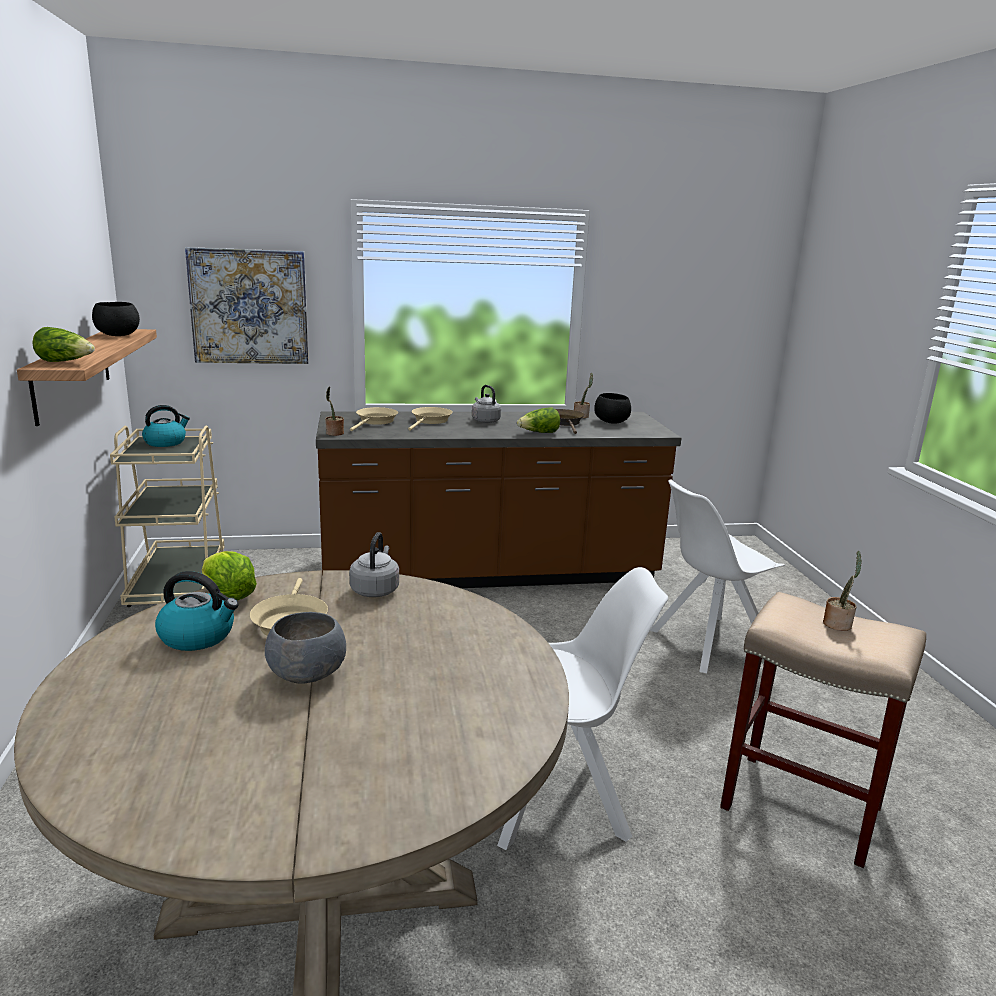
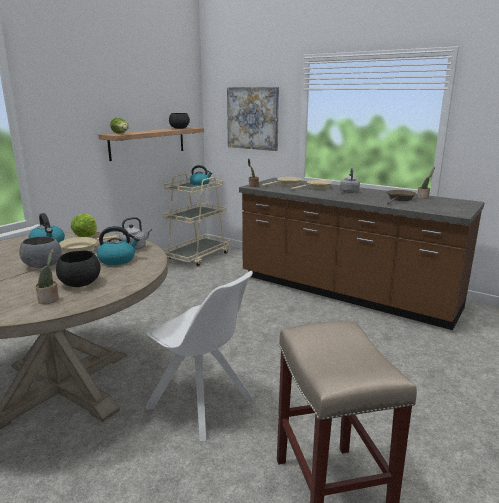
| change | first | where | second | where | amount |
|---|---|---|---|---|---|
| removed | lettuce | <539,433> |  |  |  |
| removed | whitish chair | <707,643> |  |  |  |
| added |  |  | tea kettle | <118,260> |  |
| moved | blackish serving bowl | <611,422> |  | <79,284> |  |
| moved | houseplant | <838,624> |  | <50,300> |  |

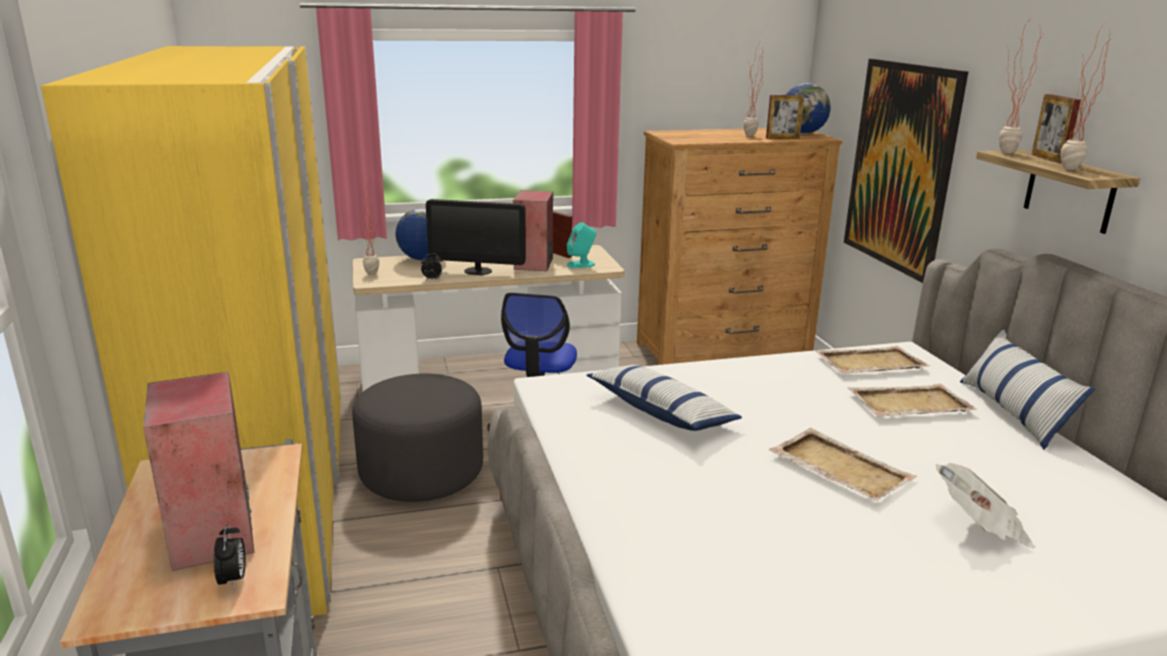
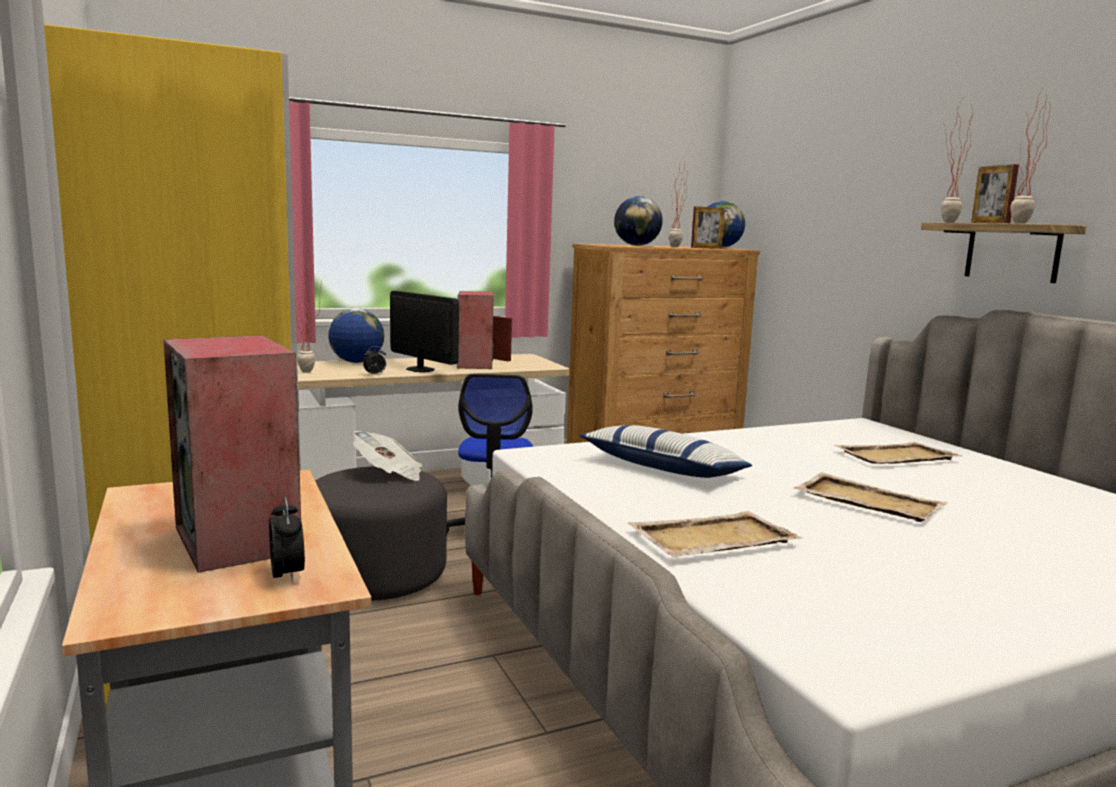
| change | first | where | second | where | amount |
|---|---|---|---|---|---|
| removed | turquoise speaker | <581,264> |  |  |  |
| removed | wall art | <900,167> |  |  |  |
| removed | cushion | <1013,412> |  |  |  |
| added |  |  | world globe | <636,245> |  |
| moved | beige carrying tray | <869,363> |  | <711,539> |  |
| moved | daily paper | <980,527> |  | <389,474> |  |
| turned | computer screen | <478,271> |  | <420,369> | 135 degrees counterclockwise |

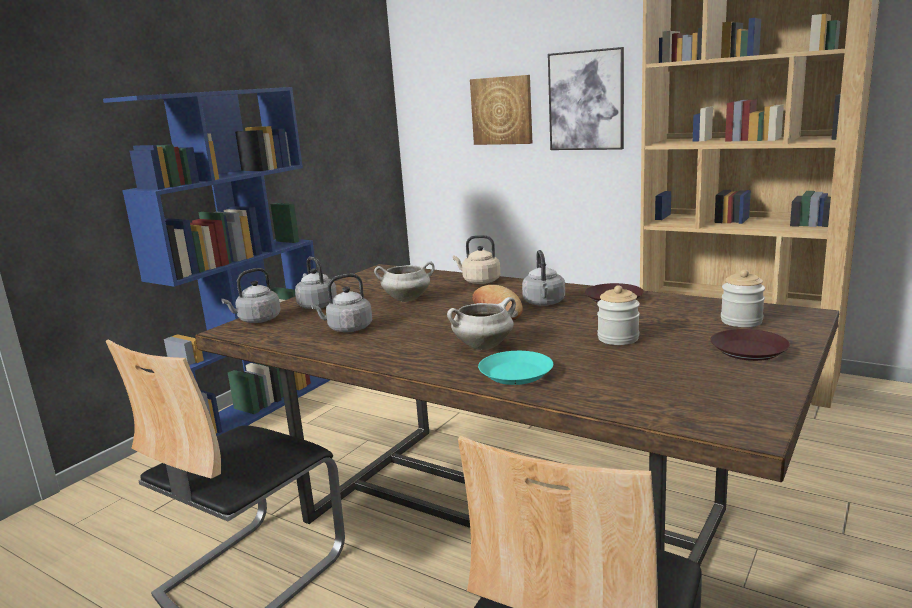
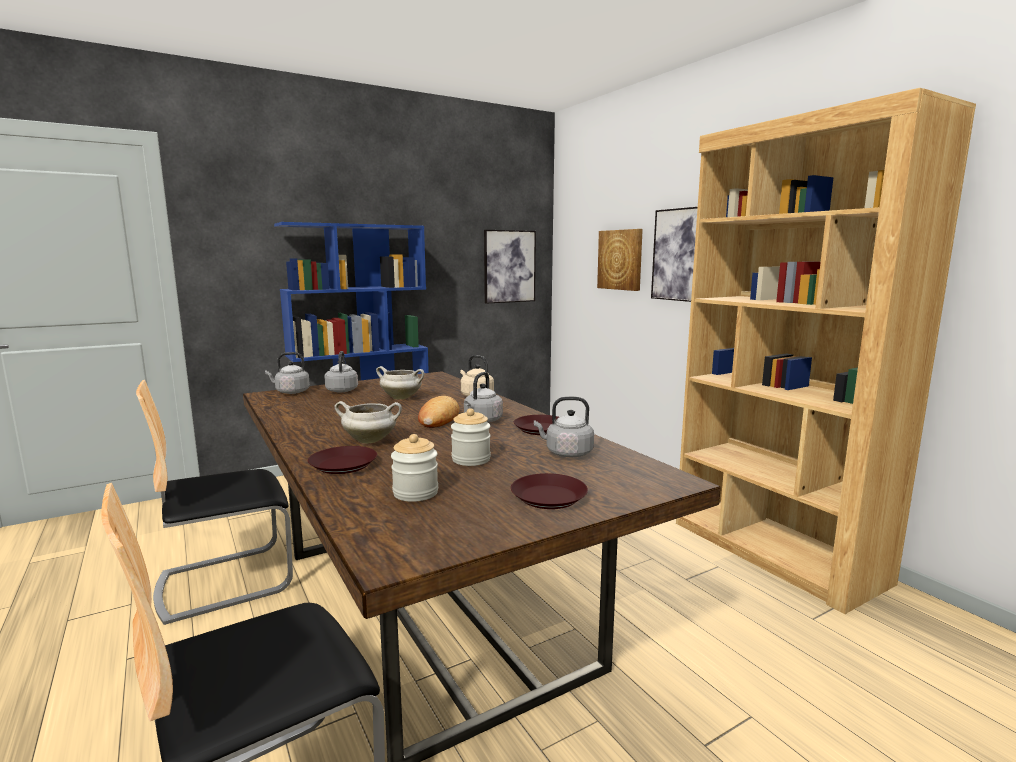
| change | first | where | second | where | amount |
|---|---|---|---|---|---|
| added |  |  | wall art | <509,266> |  |
| moved | grey tea kettle | <347,329> |  | <566,453> |  |
| moved | storage jar | <741,321> |  | <415,493> |  |
| recoloured | turquoise plate | <515,374> | brown-coloured plate | <342,465> |  |

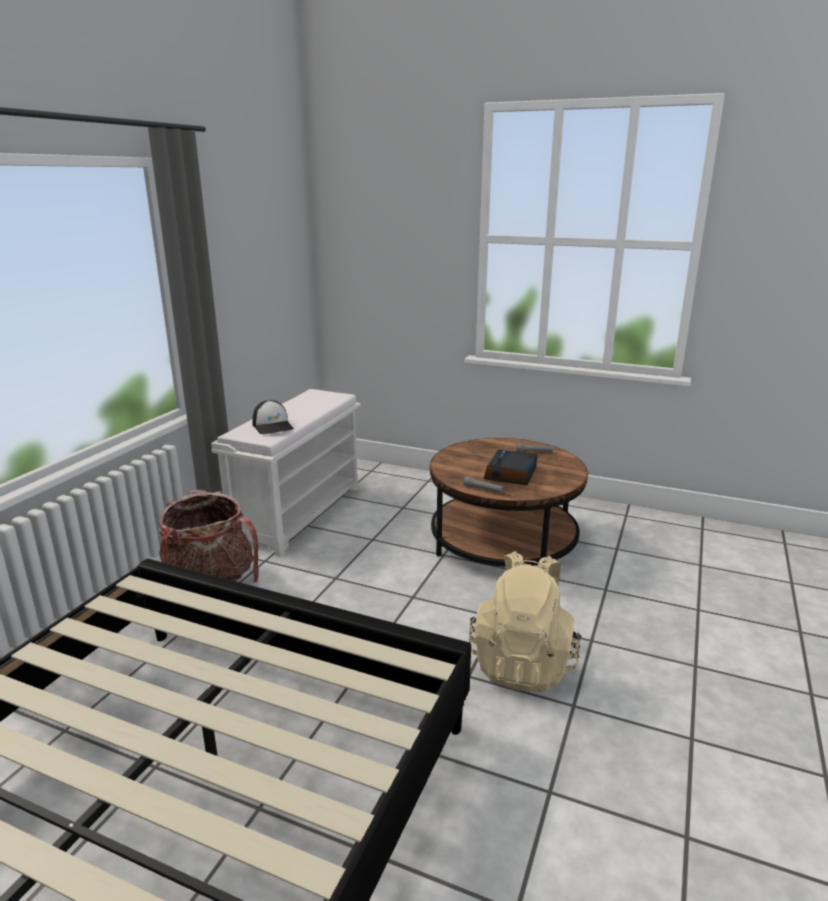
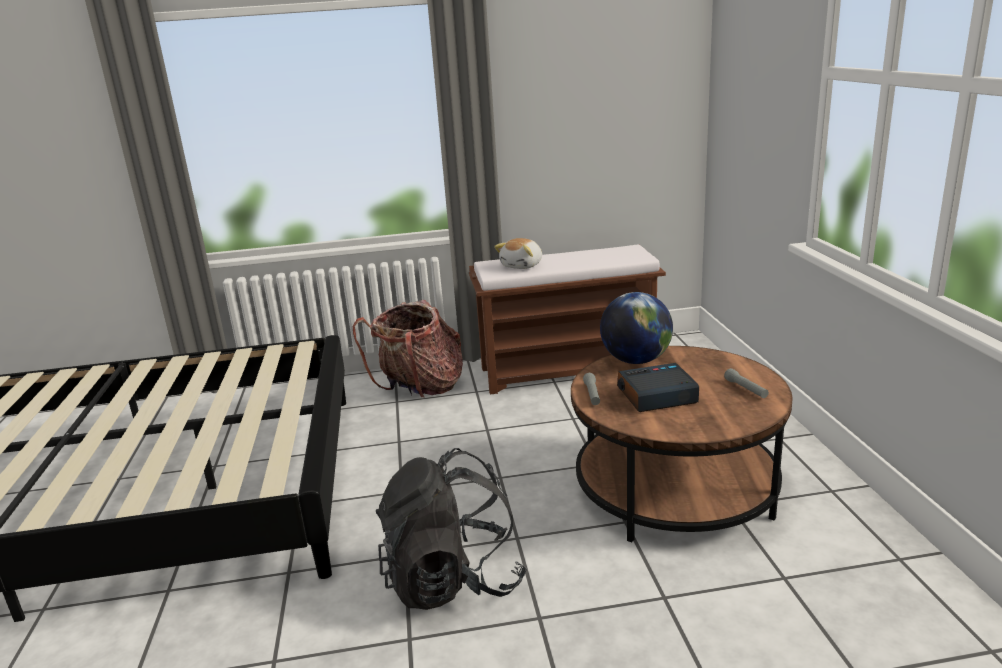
| change | first | where | second | where | amount |
|---|---|---|---|---|---|
| added |  |  | world globe | <636,360> |  |
| replaced | baseball cap | <273,426> | plush toy | <523,266> |  |
| recoloured | whitish long seat | <299,513> | brown-coloured long seat | <568,370> |  |
| recoloured | beige backpack | <523,663> | blackish backpack | <453,581> |  |

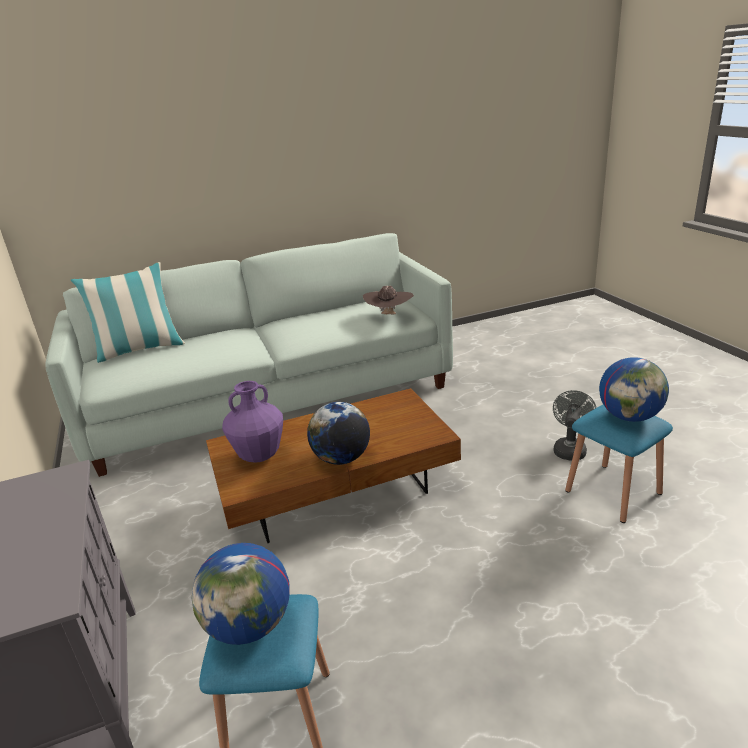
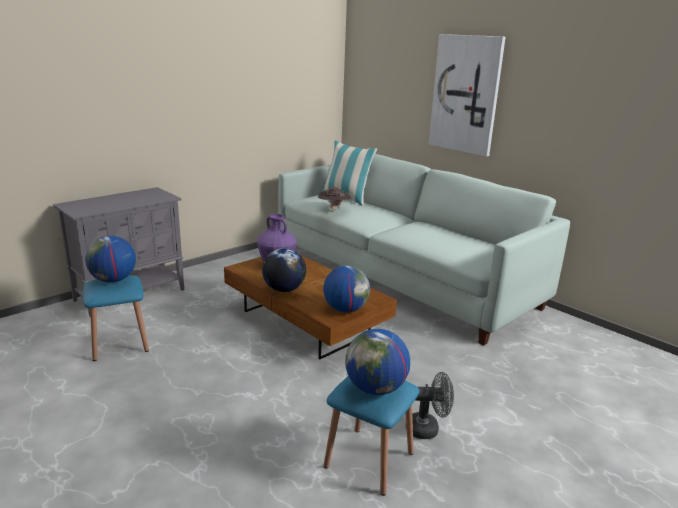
| change | first | where | second | where | amount |
|---|---|---|---|---|---|
| added |  |  | world globe | <345,309> |  |
| added |  |  | wall art | <465,94> |  |
| moved | brown-coloured wearable hat | <389,315> |  | <334,209> |  |

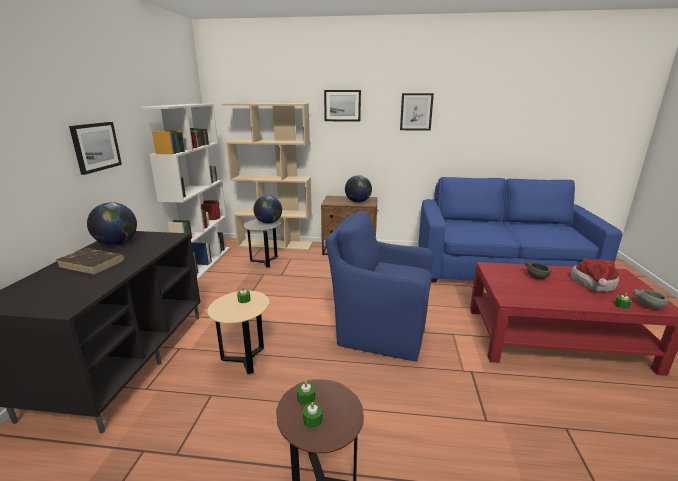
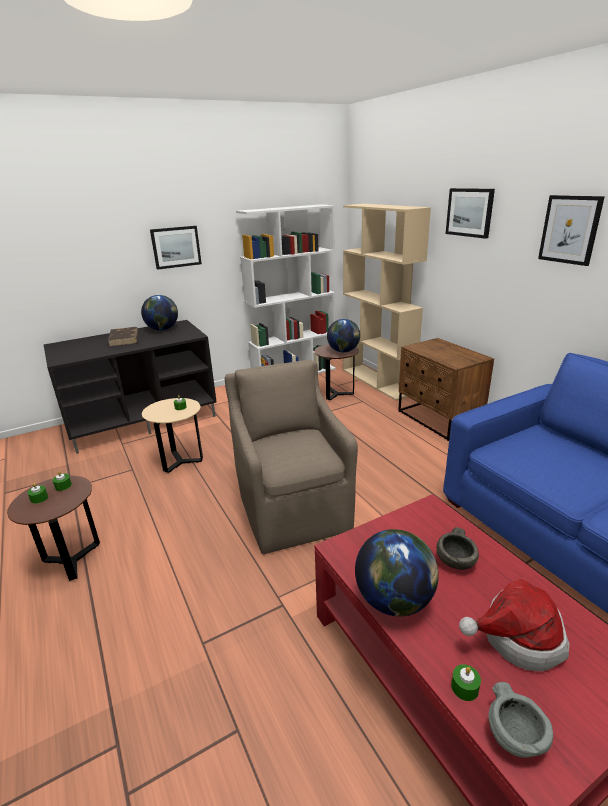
| change | first | where | second | where | amount |
|---|---|---|---|---|---|
| moved | world globe | <358,202> |  | <394,600> |  |
| recoloured | grey accent table | <265,262> | brown-coloured accent table | <336,394> |  |
| recoloured | bluish armchair | <379,331> | brown-coloured armchair | <293,509> |  |

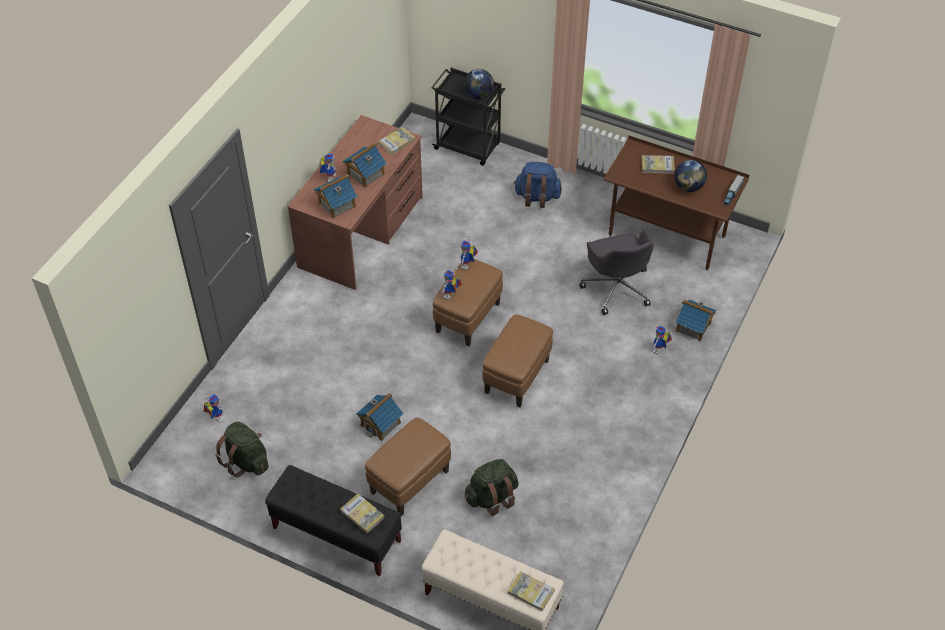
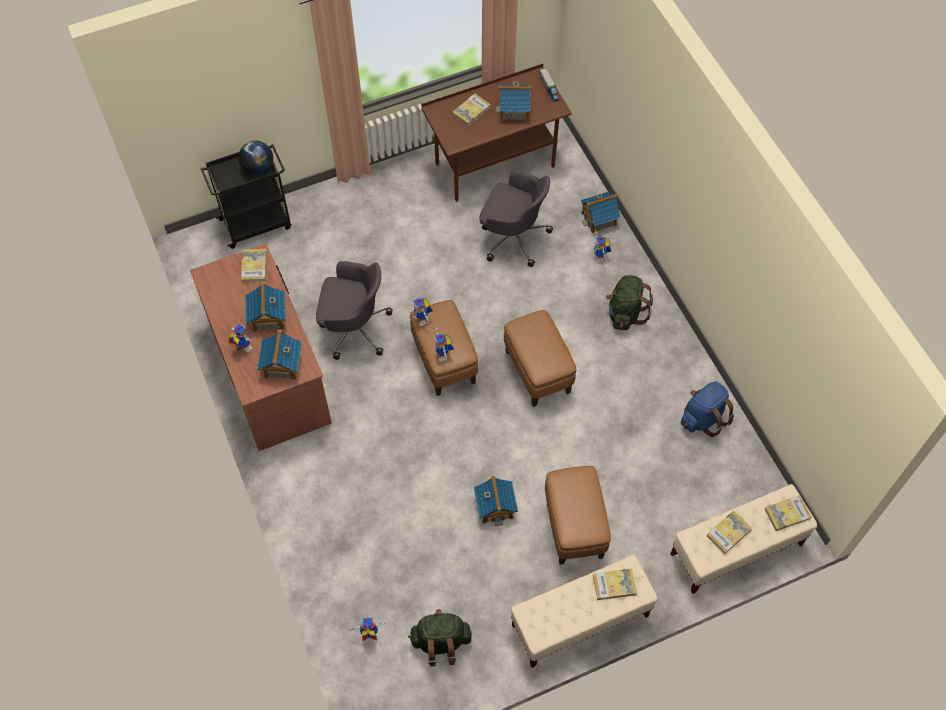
| change | first | where | second | where | amount |
|---|---|---|---|---|---|
| added |  |  | grey office chair | <354,328> |  |
| added |  |  | book | <728,533> |  |
| moved | green backpack | <492,497> |  | <625,313> |  |
| moved | bluish backpack | <537,197> |  | <703,418> |  |
| replaced | world globe | <688,187> | miniature house | <514,109> |  |
| recoloured | blackish long seat | <336,534> | beige long seat | <579,621> |  |

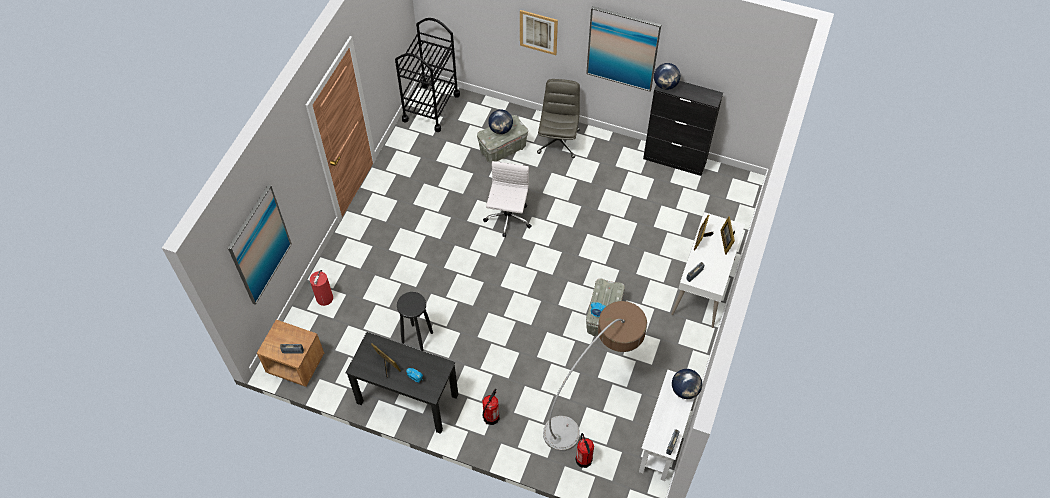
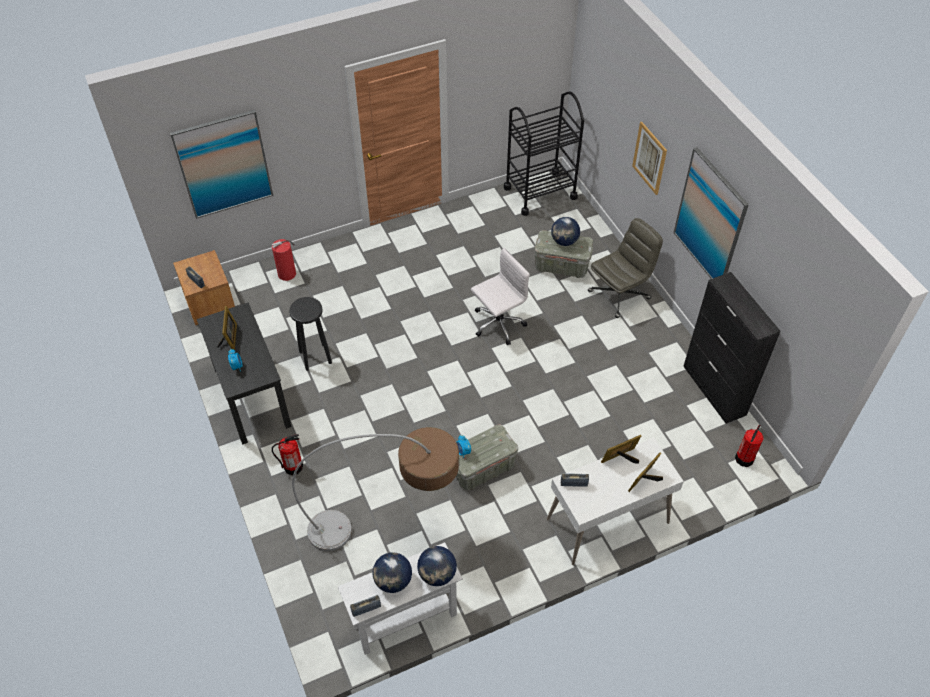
| change | first | where | second | where | amount |
|---|---|---|---|---|---|
| moved | extinguisher | <584,459> |  | <744,458> |  |
| moved | world globe | <665,85> |  | <393,581> |  |

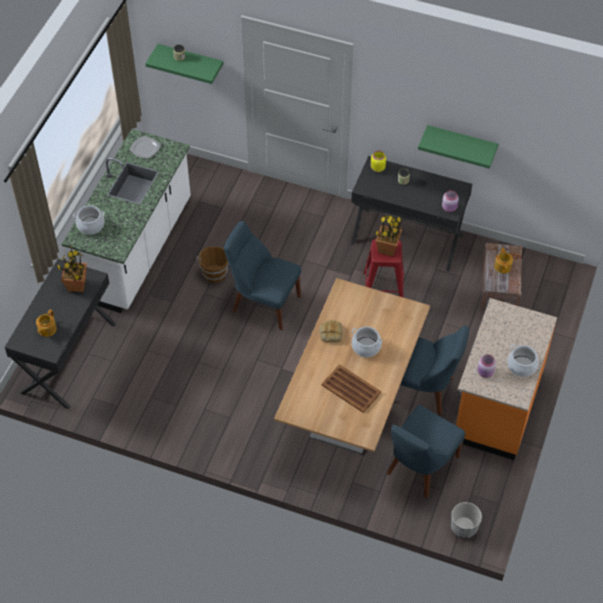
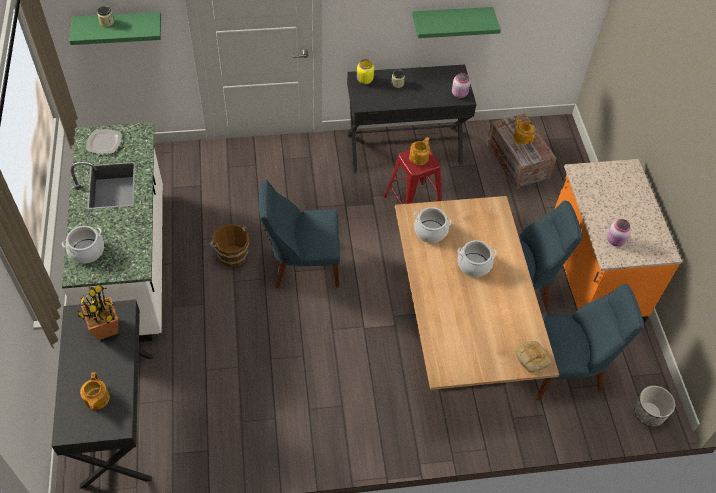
| change | first | where | second | where | amount |
|---|---|---|---|---|---|
| removed | brown-coloured carrying tray | <351,389> |  |  |  |
| moved | baked bread | <330,333> |  | <531,358> |  |
| moved | cooking pot | <521,366> |  | <430,231> |  |
| replaced | houseplant | <387,249> | teapot | <419,157> |  |
| turned | bluish chair | <420,467> |  | <566,370> | 105 degrees counterclockwise |

